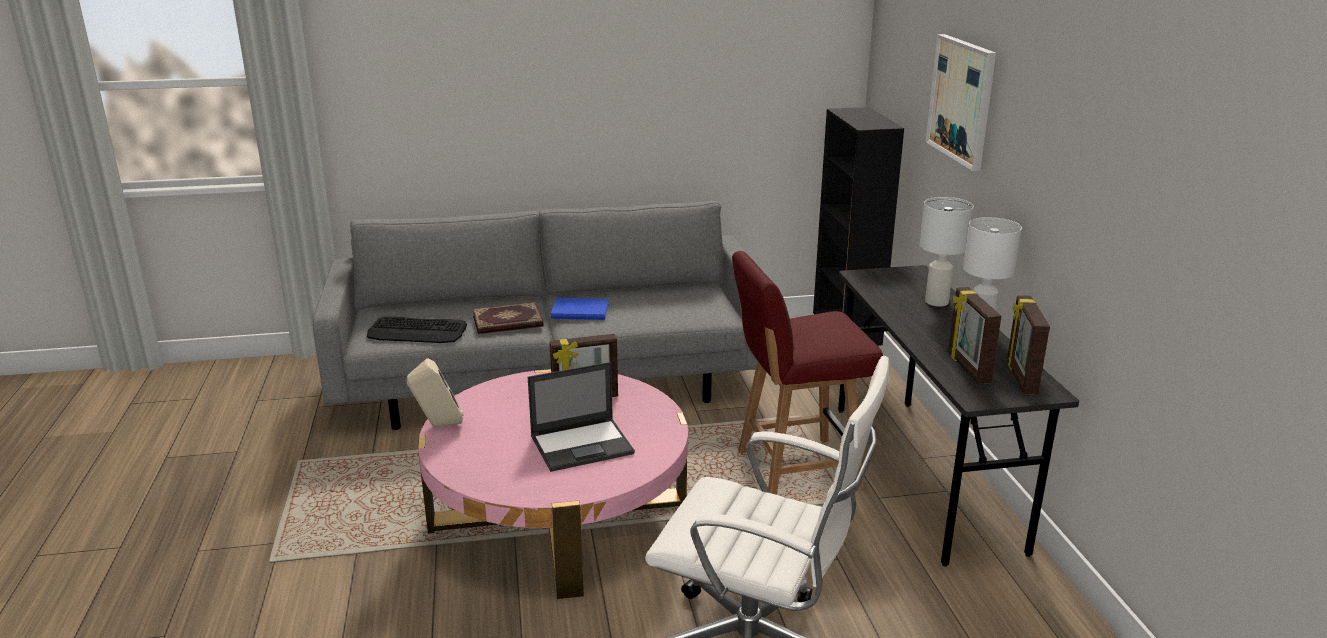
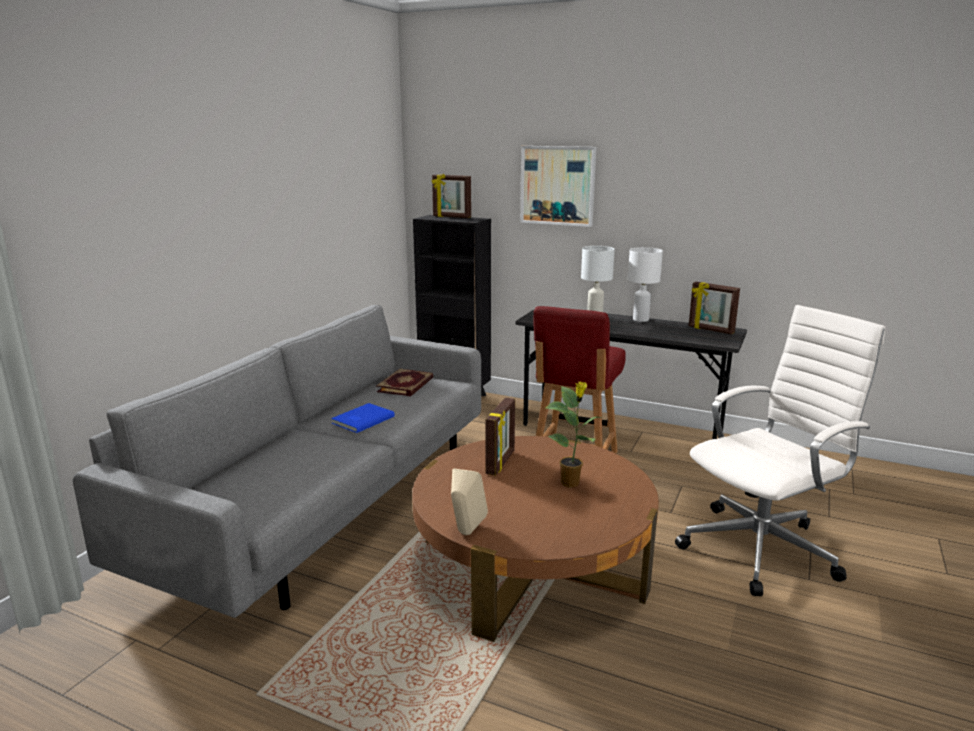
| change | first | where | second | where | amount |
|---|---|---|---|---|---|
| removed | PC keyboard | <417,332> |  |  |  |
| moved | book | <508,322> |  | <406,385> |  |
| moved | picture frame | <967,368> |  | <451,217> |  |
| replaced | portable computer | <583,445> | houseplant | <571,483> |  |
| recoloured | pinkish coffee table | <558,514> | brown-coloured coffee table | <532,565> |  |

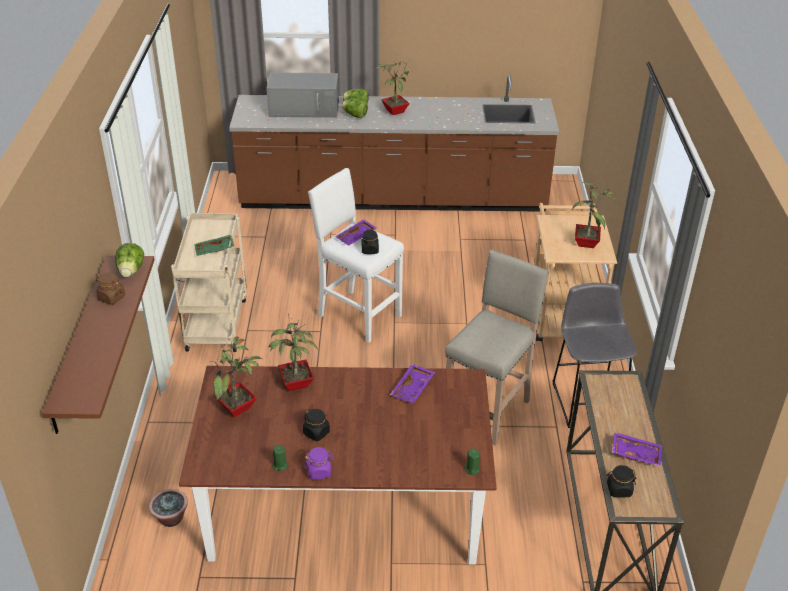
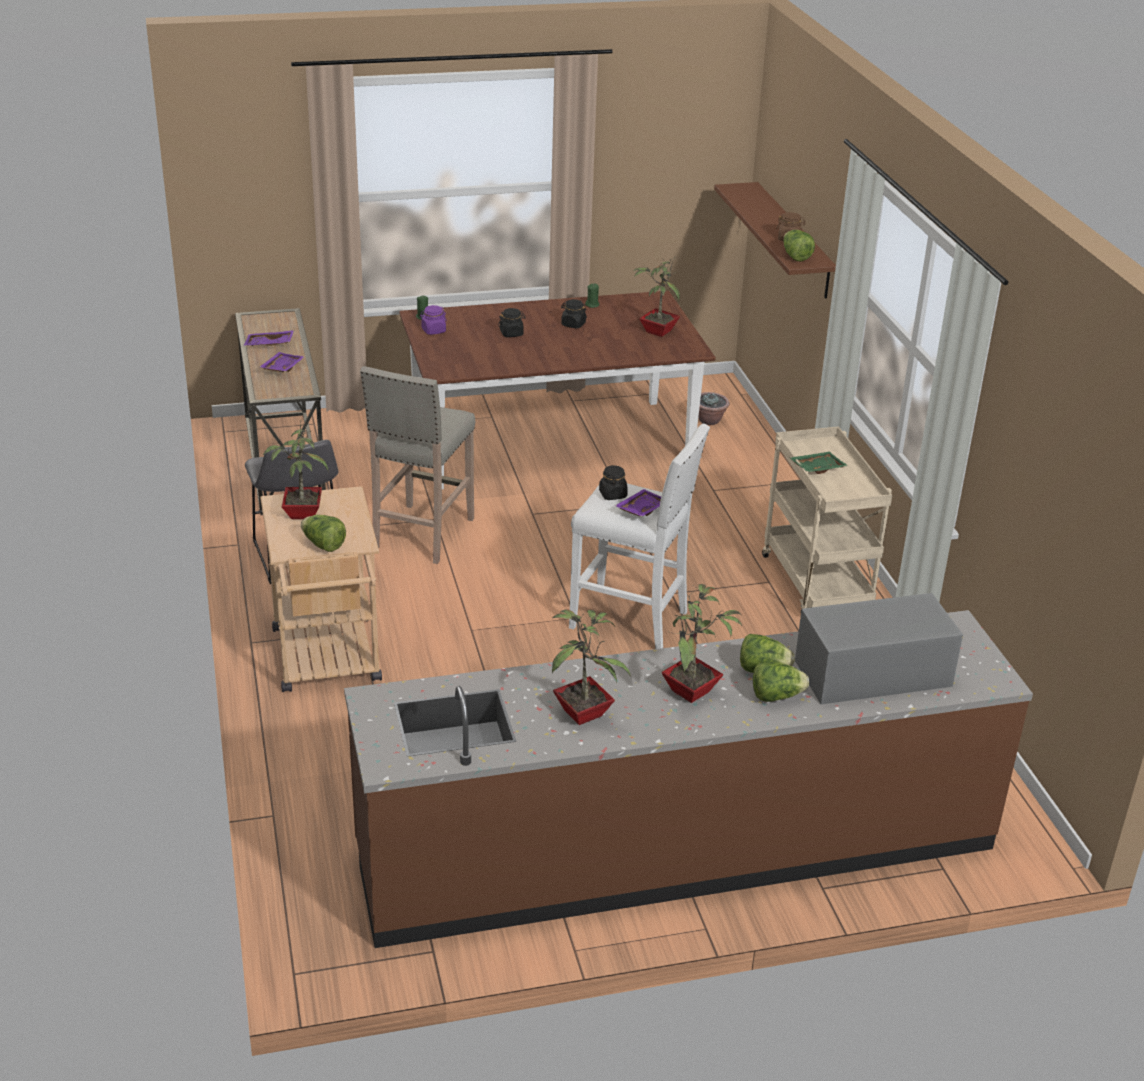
| change | first | where | second | where | amount |
|---|---|---|---|---|---|
| added |  |  | lettuce | <323,545> |  |
| moved | houseplant | <294,384> |  | <585,713> |  |
| moved | purple storage jar | <319,471> |  | <433,331> |  |
| moved | purple carrying tray | <413,389> |  | <281,368> |  |
| moved | blackish storage jar | <619,490> |  | <511,333> |  |

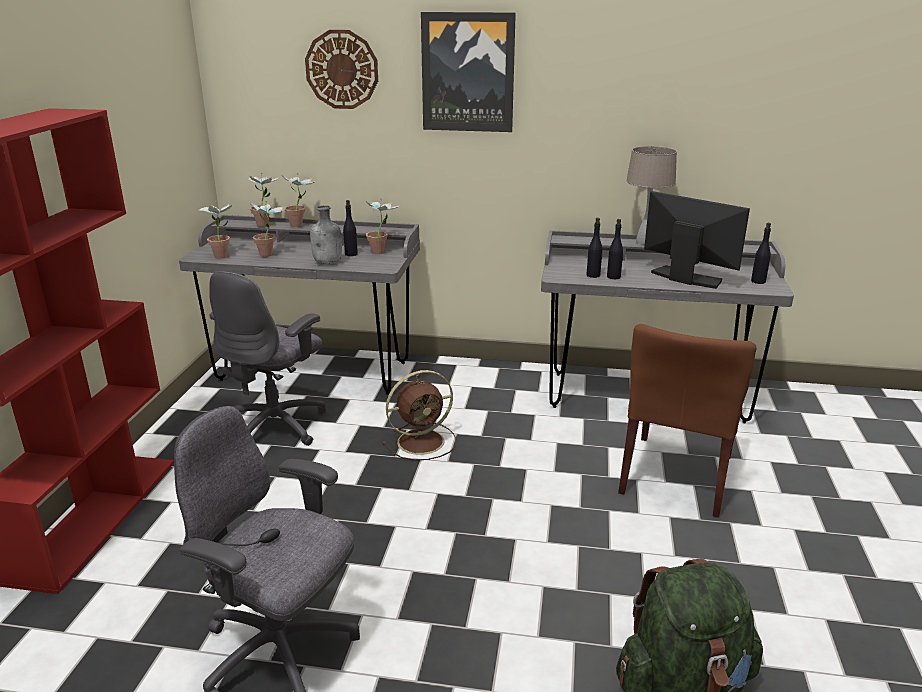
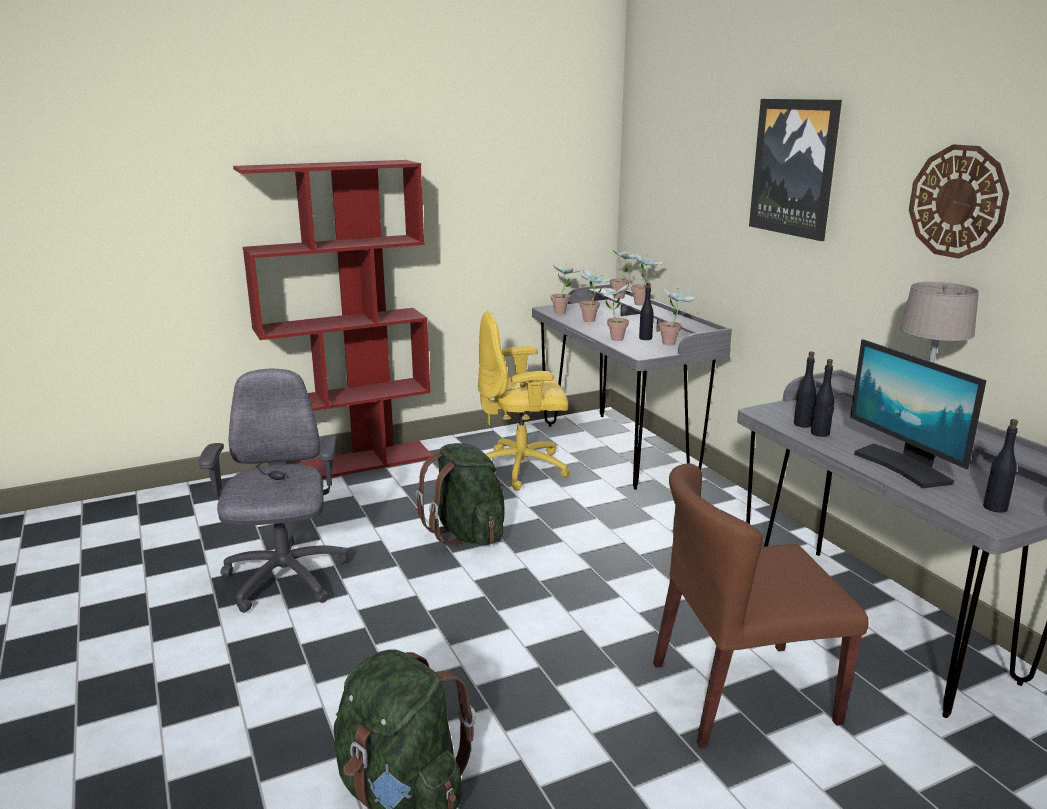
| change | first | where | second | where | amount |
|---|---|---|---|---|---|
| removed | brown-coloured cooling fan | <423,441> |  |  |  |
| added |  |  | green backpack | <467,533> |  |
| moved | hanging clock | <342,69> |  | <957,201> |  |
| replaced | grey bottle | <328,262> | houseplant | <613,338> |  |
| recoloured | grey office chair | <276,426> | yellowish office chair | <522,469> |  |
| turned | computer screen | <686,278> |  | <903,467> | 150 degrees clockwise |

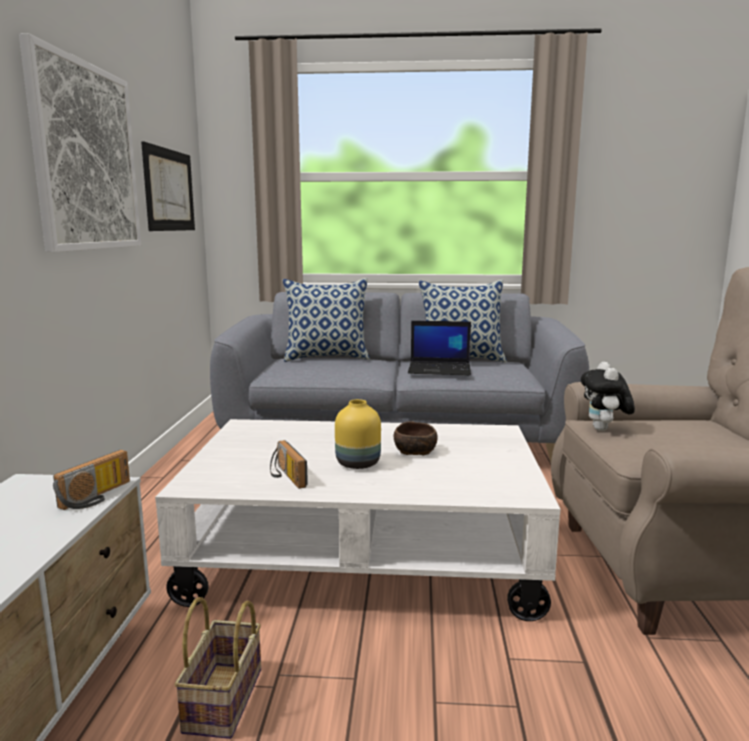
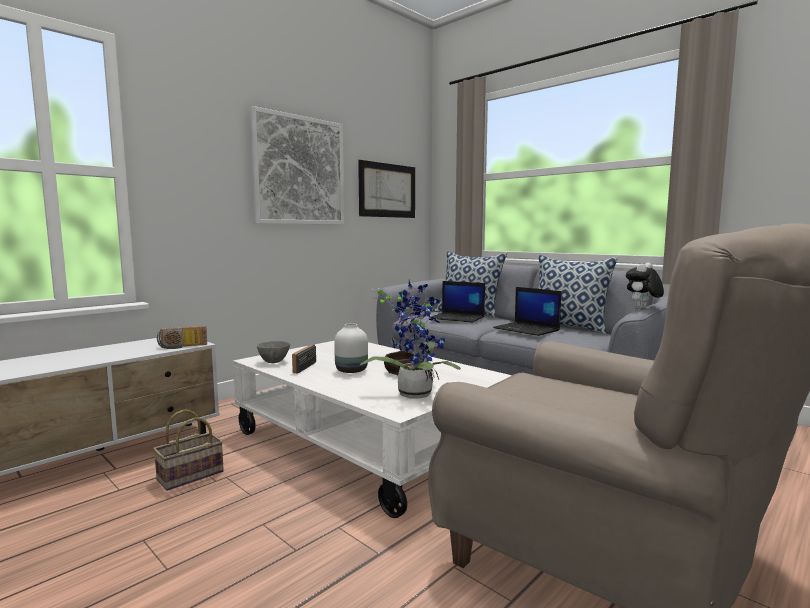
| change | first | where | second | where | amount |
|---|---|---|---|---|---|
| added |  |  | grey serving bowl | <274,362> |  |
| added |  |  | houseplant | <414,392> |  |
| added |  |  | portable computer | <458,318> |  |
| moved | plush toy | <604,430> |  | <642,309> |  |
| recoloured | yellowish flower vase | <358,463> | whitish flower vase | <352,370> |  |

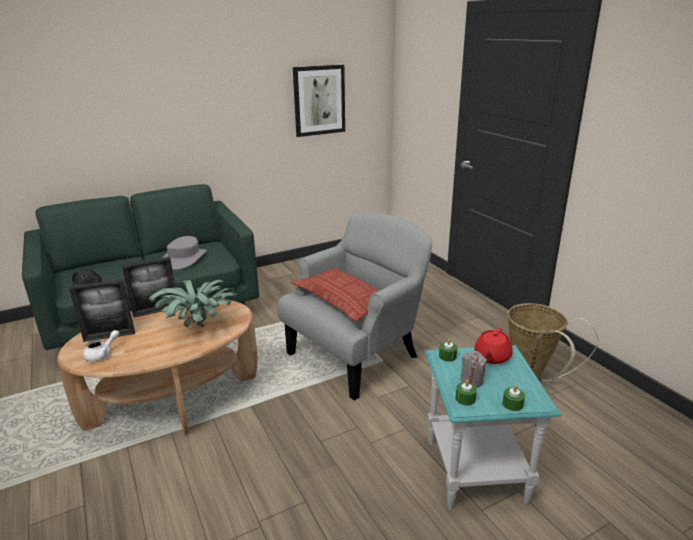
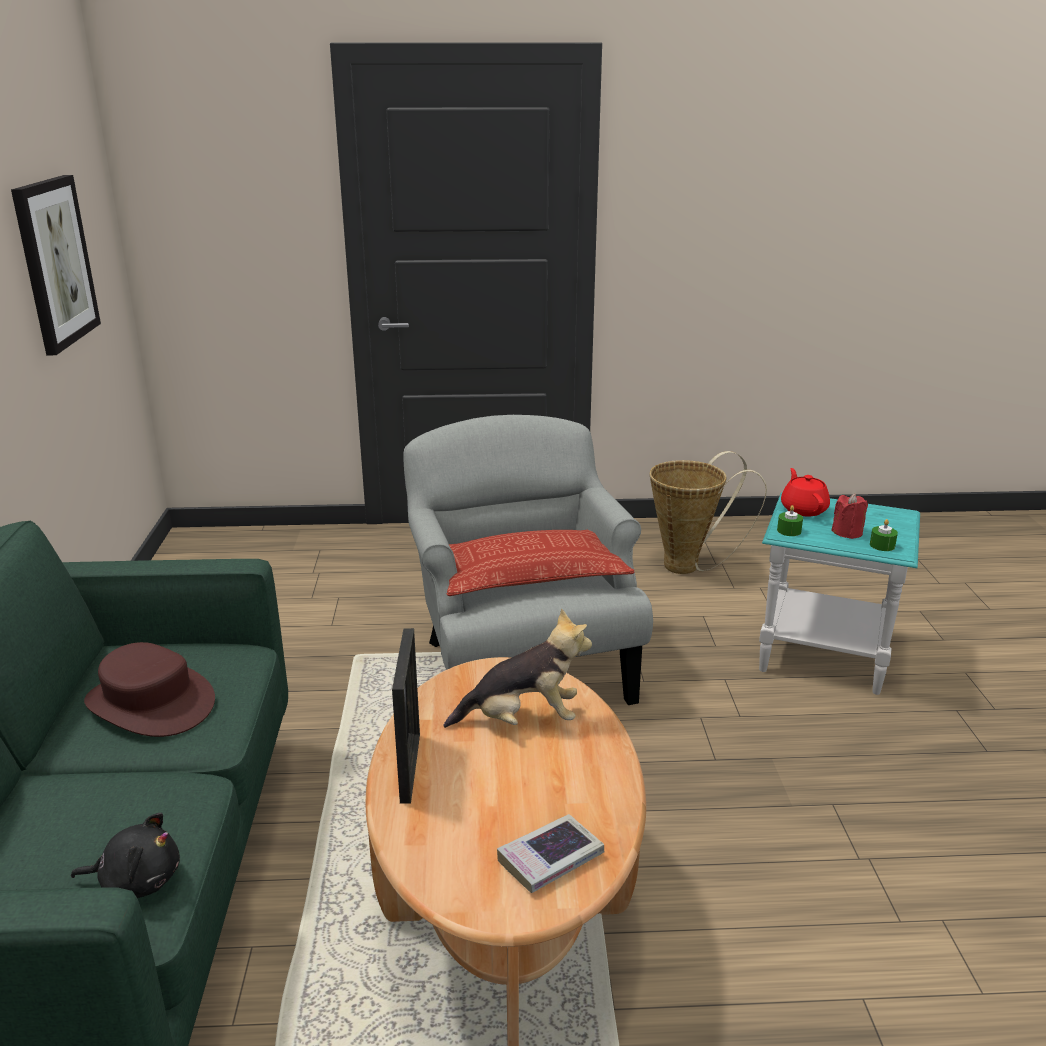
| change | first | where | second | where | amount |
|---|---|---|---|---|---|
| removed | picture frame | <109,336> |  |  |  |
| removed | green candle | <512,404> |  |  |  |
| replaced | whitish teapot | <102,354> | book | <550,859> |  |
| replaced | houseplant | <198,326> | plush toy | <522,720> |  |
| recoloured | grey wearable hat | <184,259> | brown-coloured wearable hat | <150,703> |  |
| recoloured | grey candle | <471,380> | red-coloured candle | <847,532> |  |
| turned | red-coloured teapot | <492,357> |  | <803,509> | 150 degrees counterclockwise |

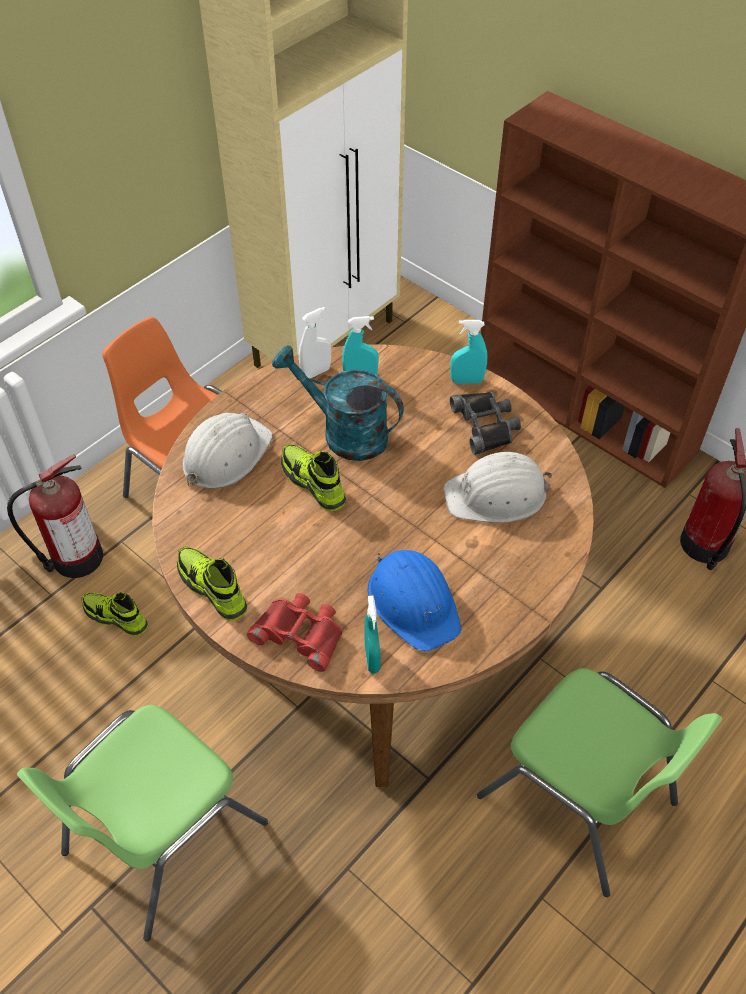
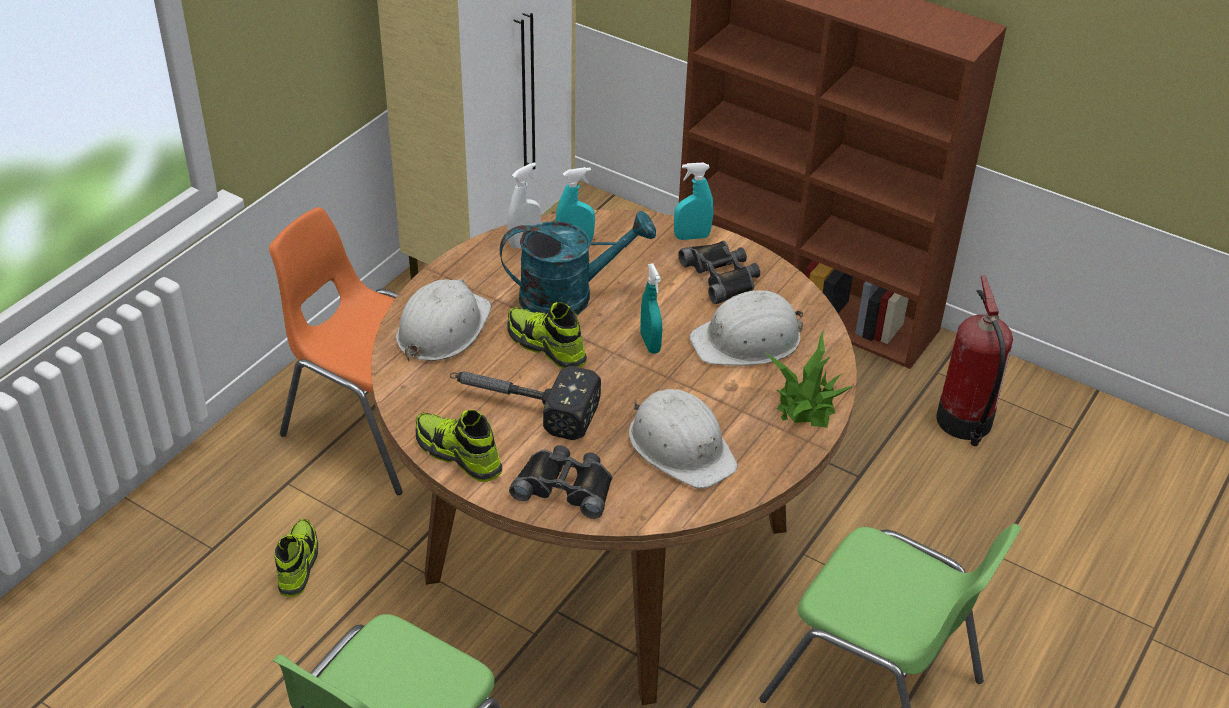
| change | first | where | second | where | amount |
|---|---|---|---|---|---|
| removed | extinguisher | <74,559> |  |  |  |
| added |  |  | hand hammer | <520,405> |  |
| added |  |  | houseplant | <807,402> |  |
| moved | turquoise spray bottle | <372,658> |  | <650,343> |  |
| recoloured | red-coloured binoculars | <300,633> | blackish binoculars | <565,486> |  |
| recoloured | bluish safety helmet | <413,602> | whitish safety helmet | <681,446> |  |
| turned | low shoe | <116,617> |  | <297,564> | 75 degrees clockwise |
| turned | turquoise sprinkling can | <344,433> |  | <569,296> | 150 degrees clockwise |

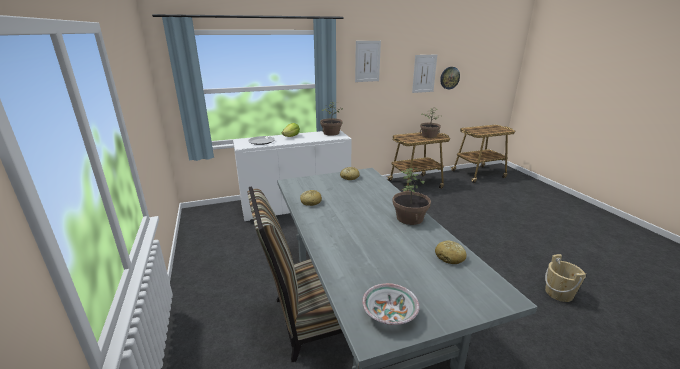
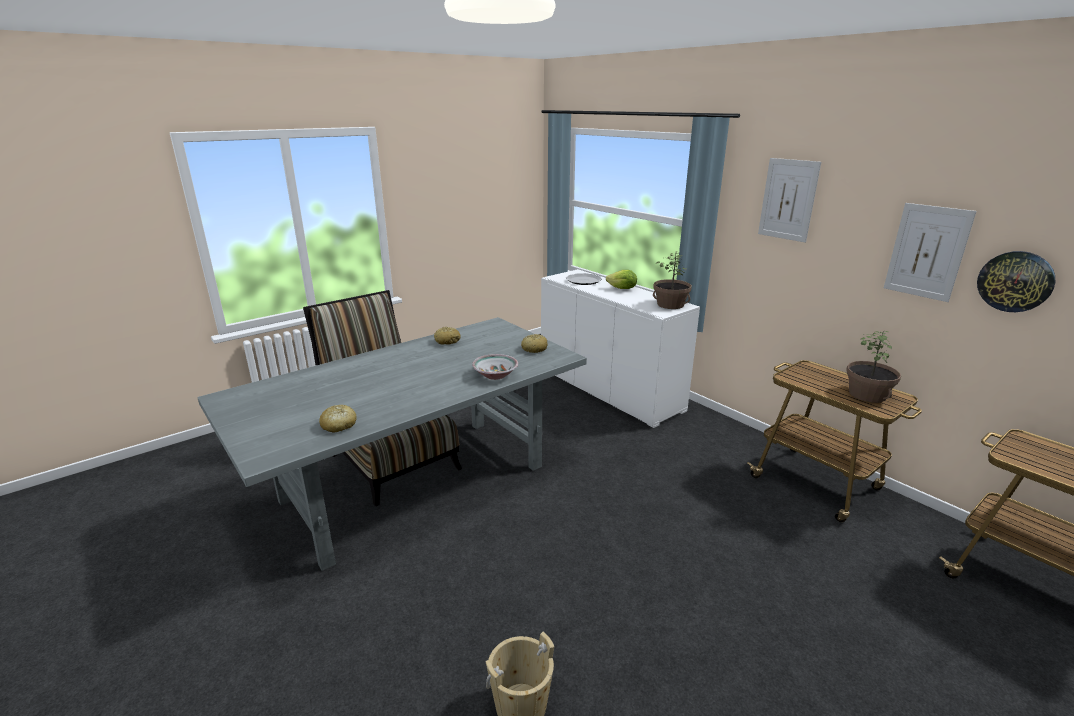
| change | first | where | second | where | amount |
|---|---|---|---|---|---|
| removed | houseplant | <410,218> |  |  |  |
| moved | serving bowl | <389,314> |  | <495,375> |  |

